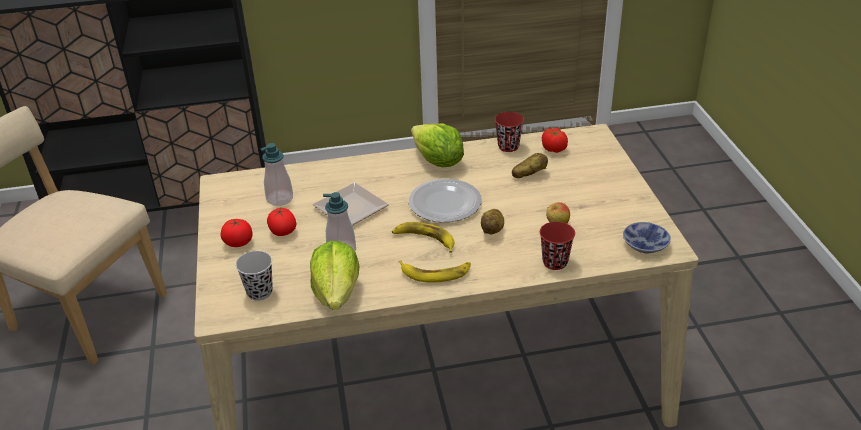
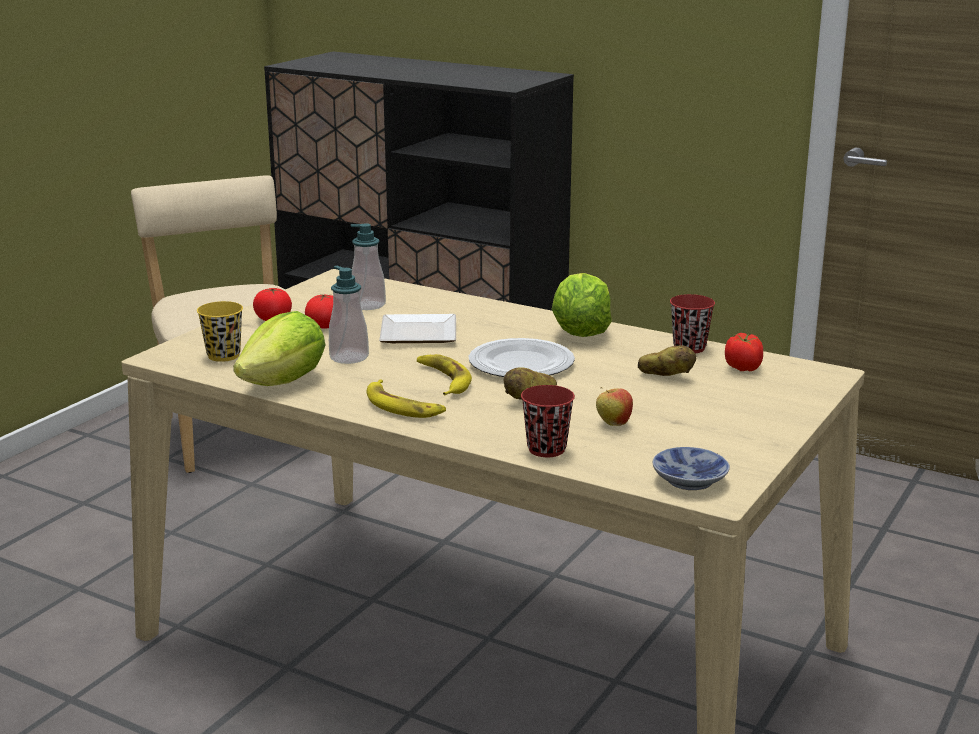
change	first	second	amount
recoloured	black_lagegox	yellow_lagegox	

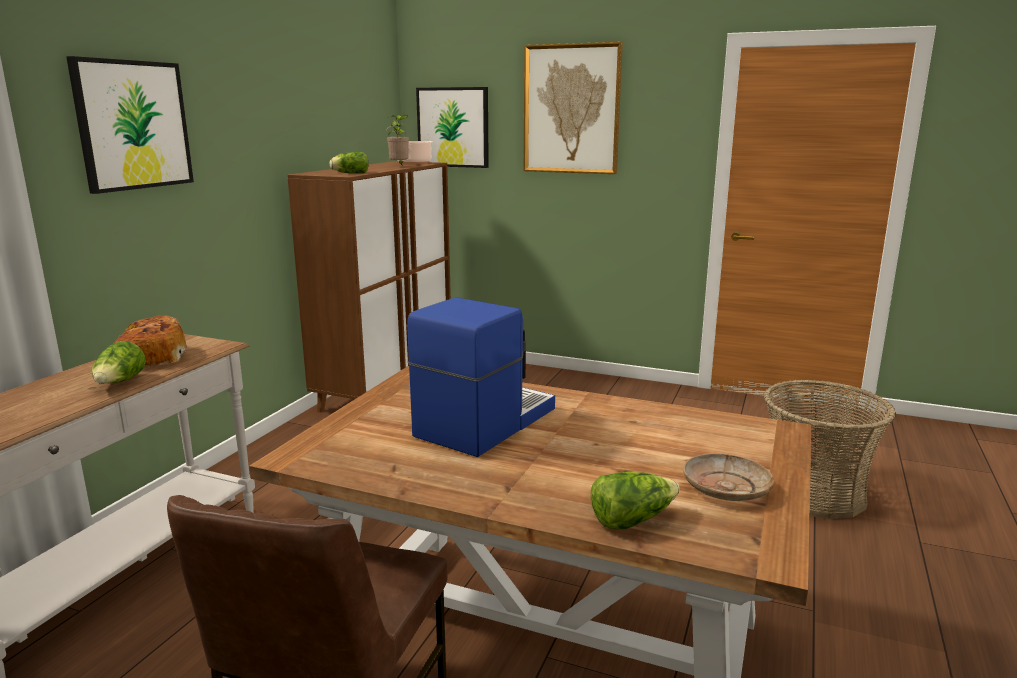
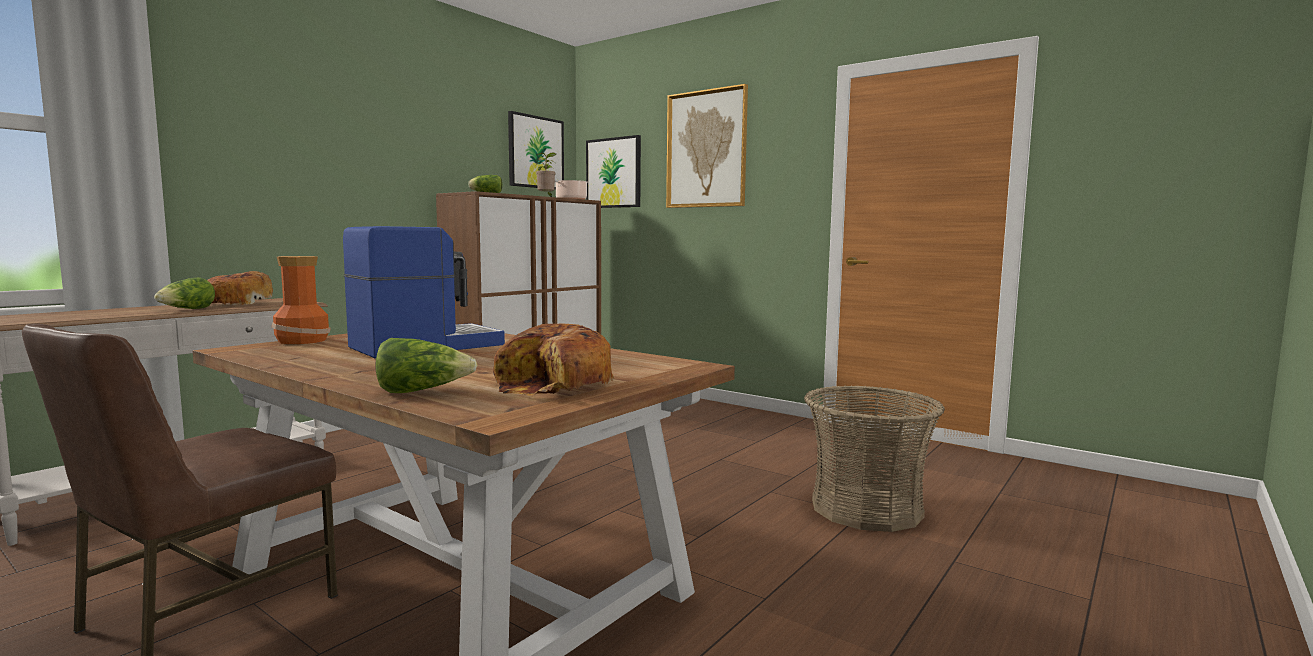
change	first	second	amount
added		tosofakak	
moved	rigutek (1st from left)		
replaced	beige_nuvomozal	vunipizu (2nd from left)	

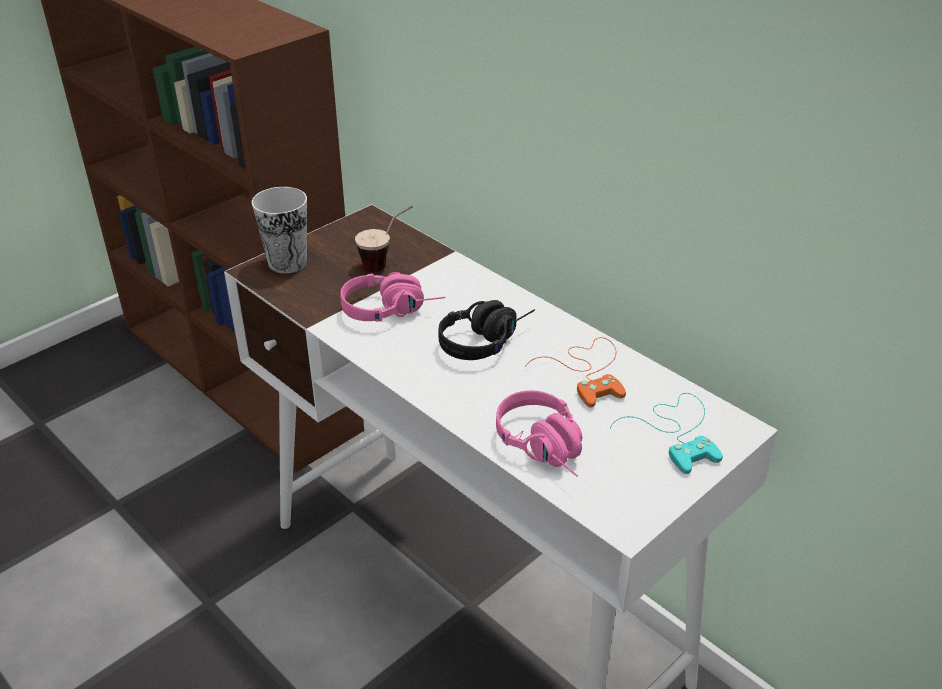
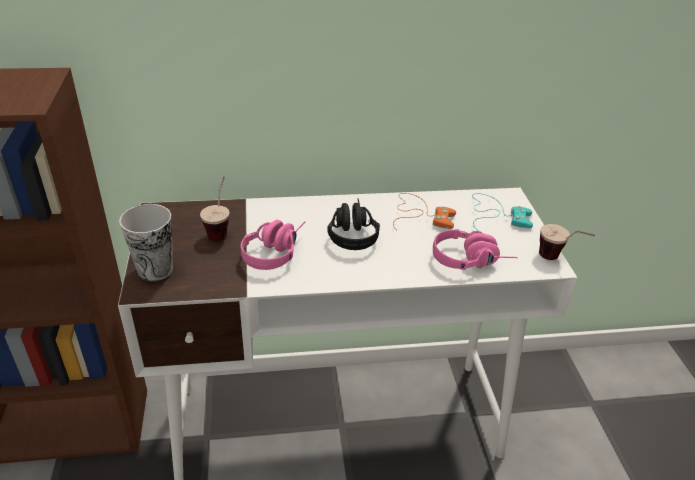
change	first	second	amount
added		lagegox (3rd from left)	

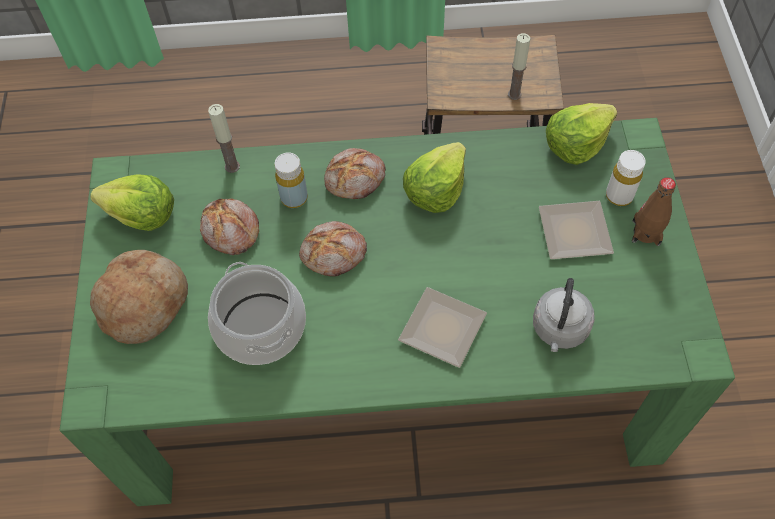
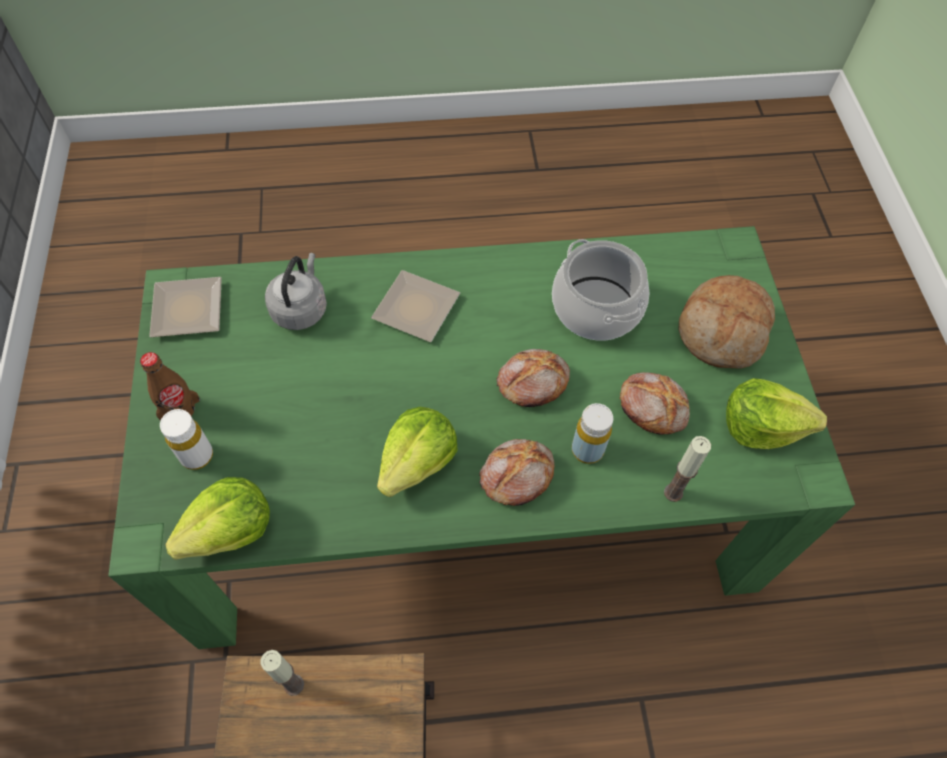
change	first	second	amount
moved	nuvomozal (2nd from left in the first image)	nuvomozal (1st from left)	

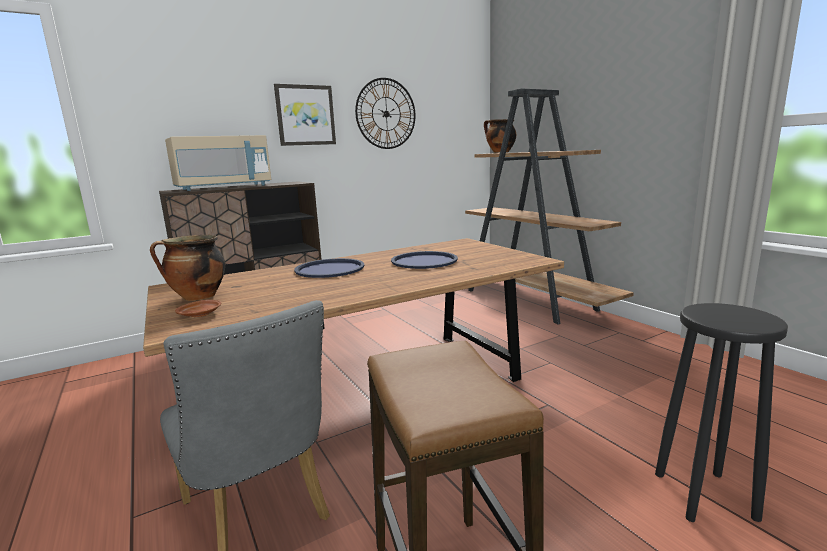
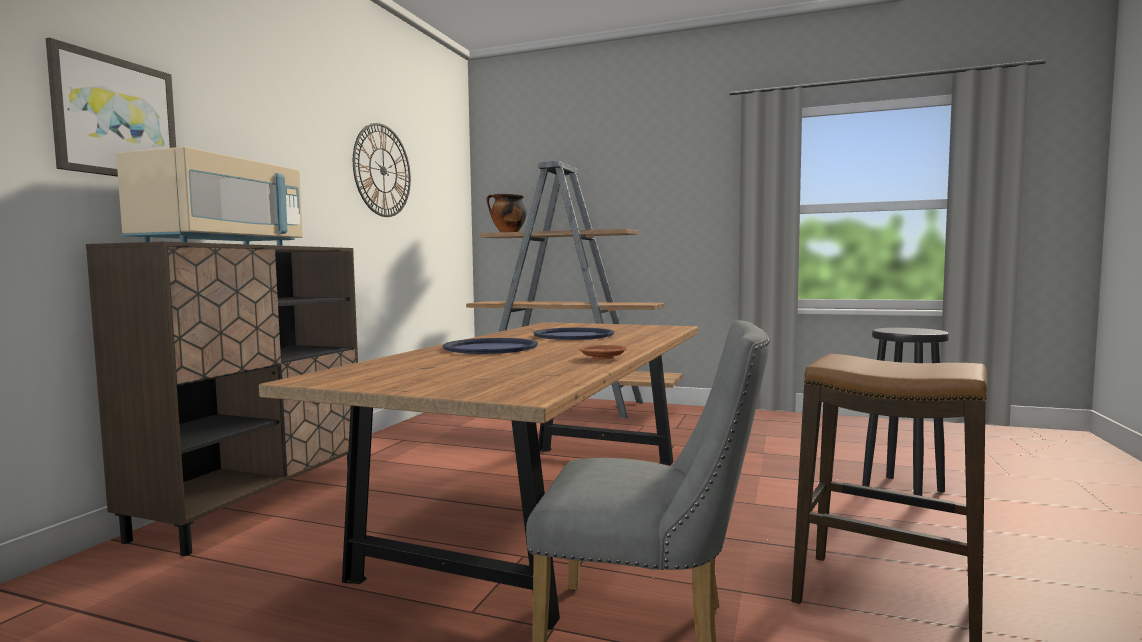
change	first	second	amount
removed	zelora (1st from left)		
moved	brown_nuvomozal		
moved	rigutek		

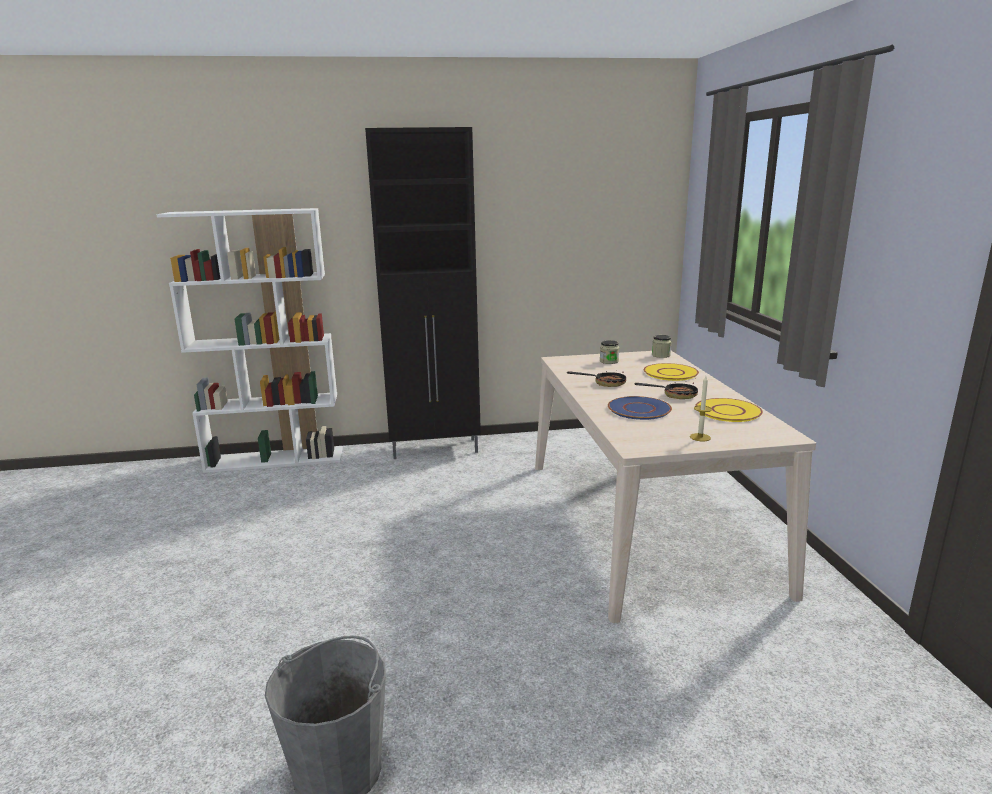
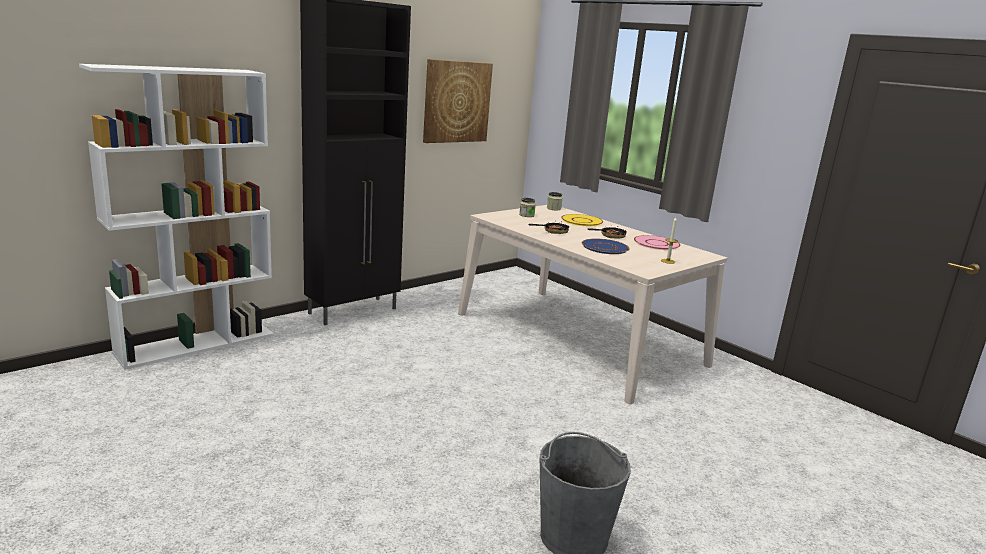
change	first	second	amount
added		rigutek	
recoloured	yellow_nuvomozal (2nd from left)	pink_nuvomozal	

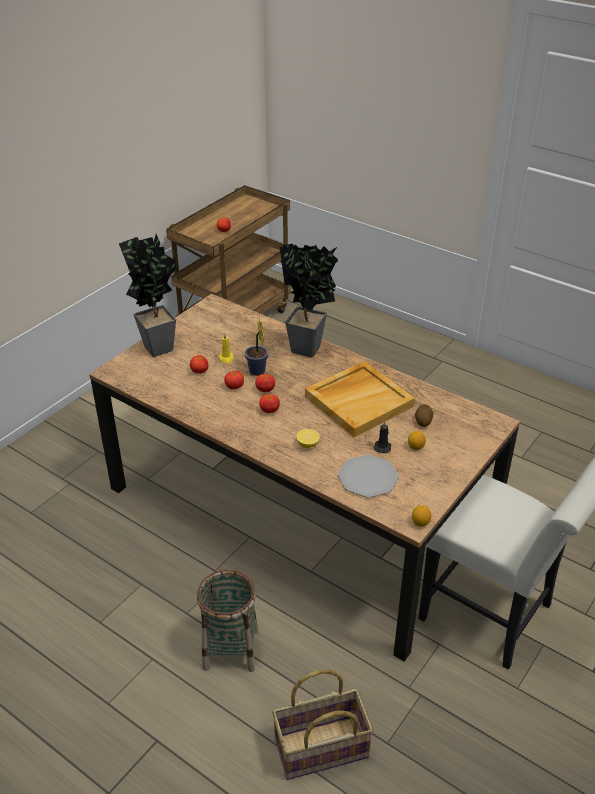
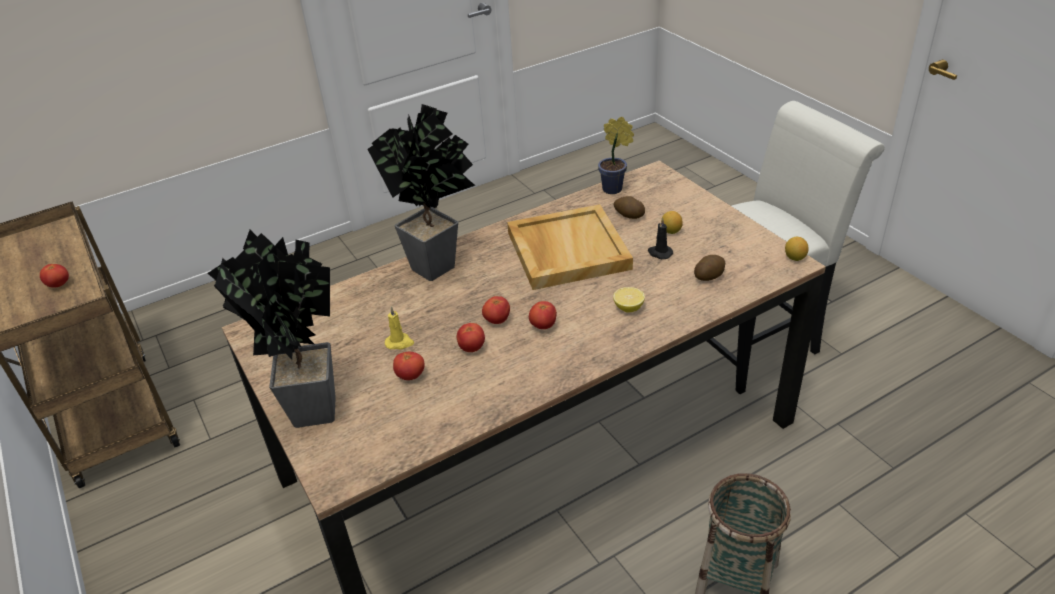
change	first	second	amount
removed	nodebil (2nd from left)		
moved	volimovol (2nd from left in the first image)	volimovol (3rd from left)	
replaced	nuvomozal	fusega (2nd from left)	

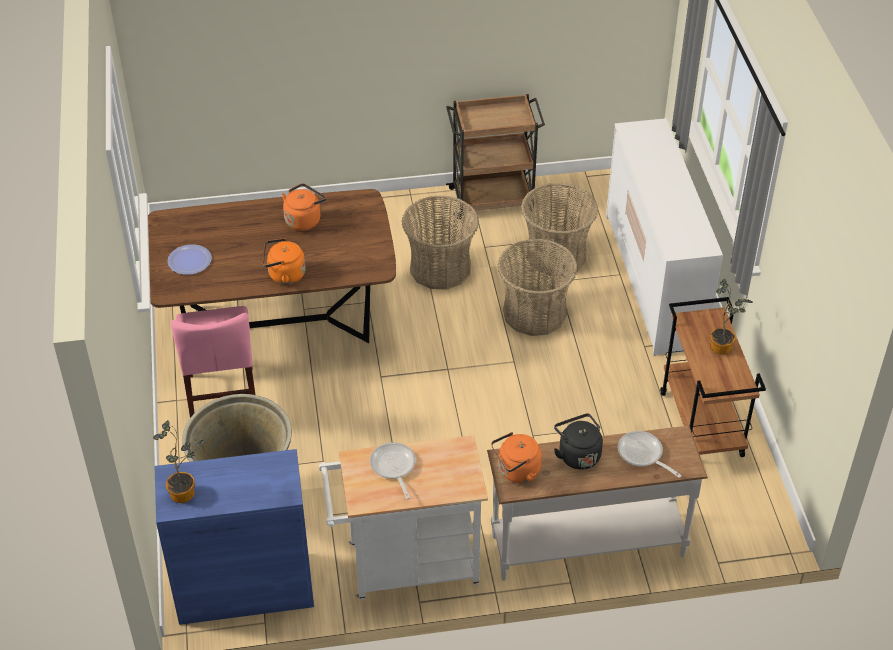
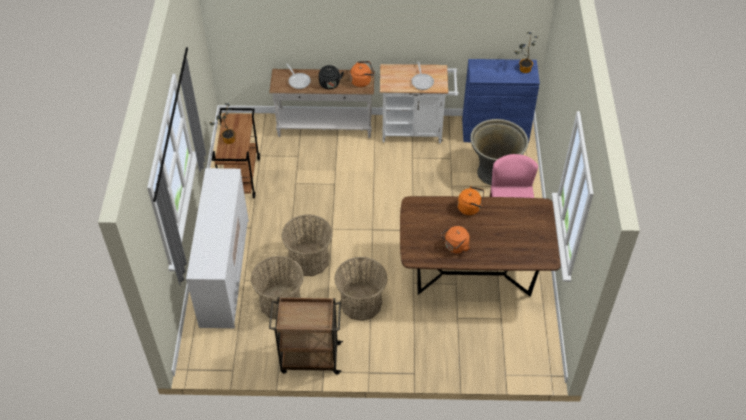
change	first	second	amount
removed	nuvomozal		

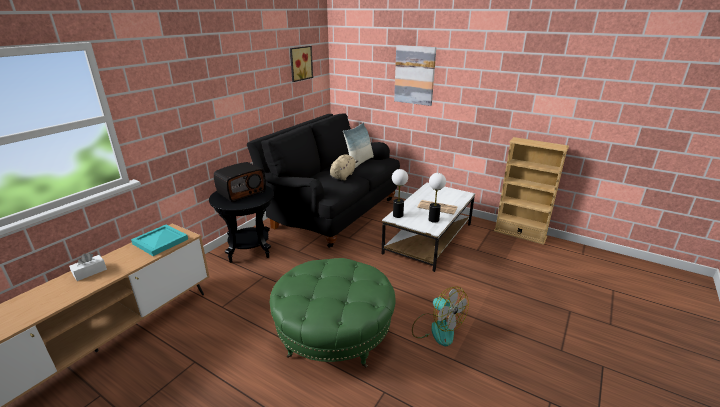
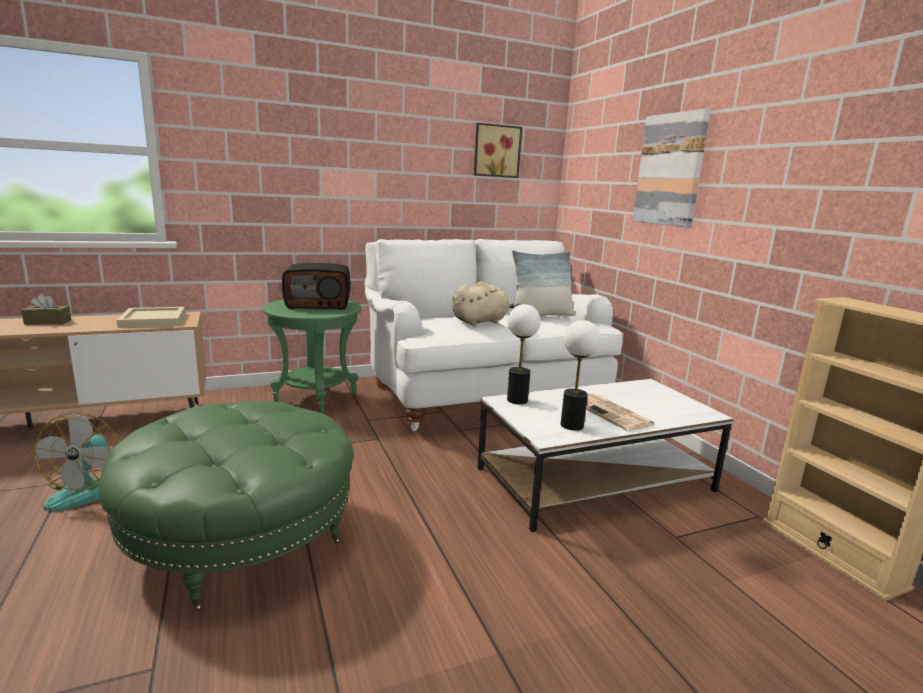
change	first	second	amount
moved	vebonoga		
recoloured	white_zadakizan	brown_zadakizan	
recoloured	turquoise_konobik	beige_konobik	
recoloured	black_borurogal	green_borurogal	
recoloured	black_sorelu	white_sorelu	

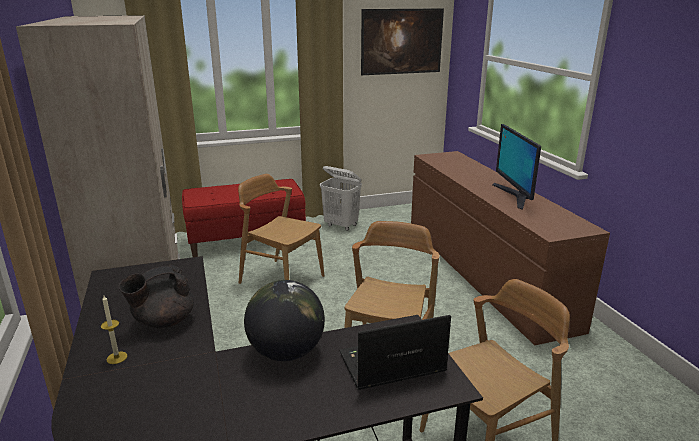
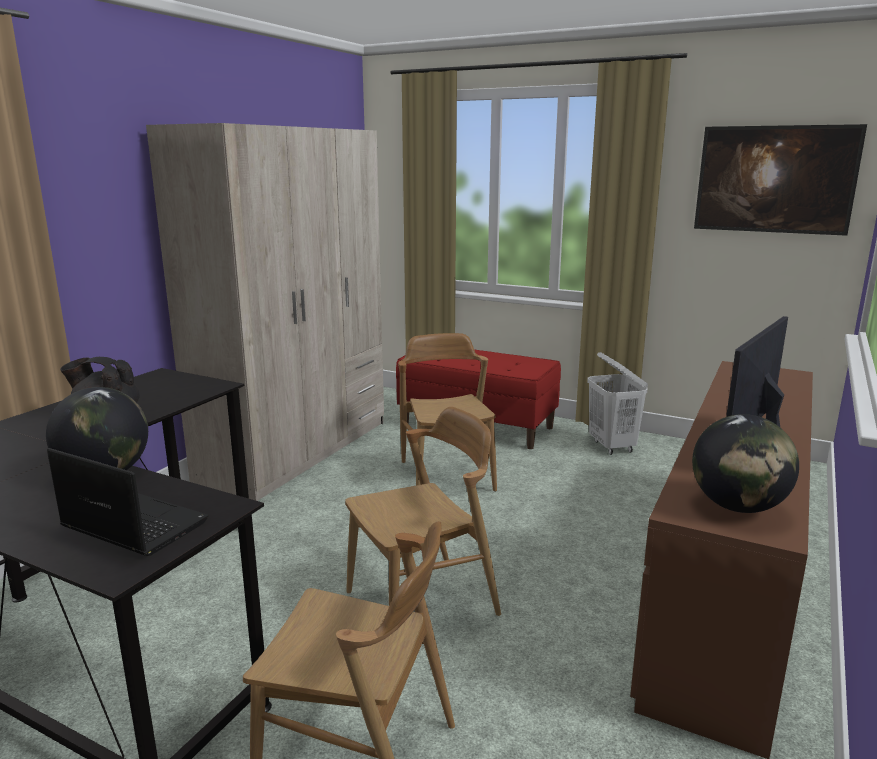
change	first	second	amount
removed	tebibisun		
added		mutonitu (2nd from left)	

